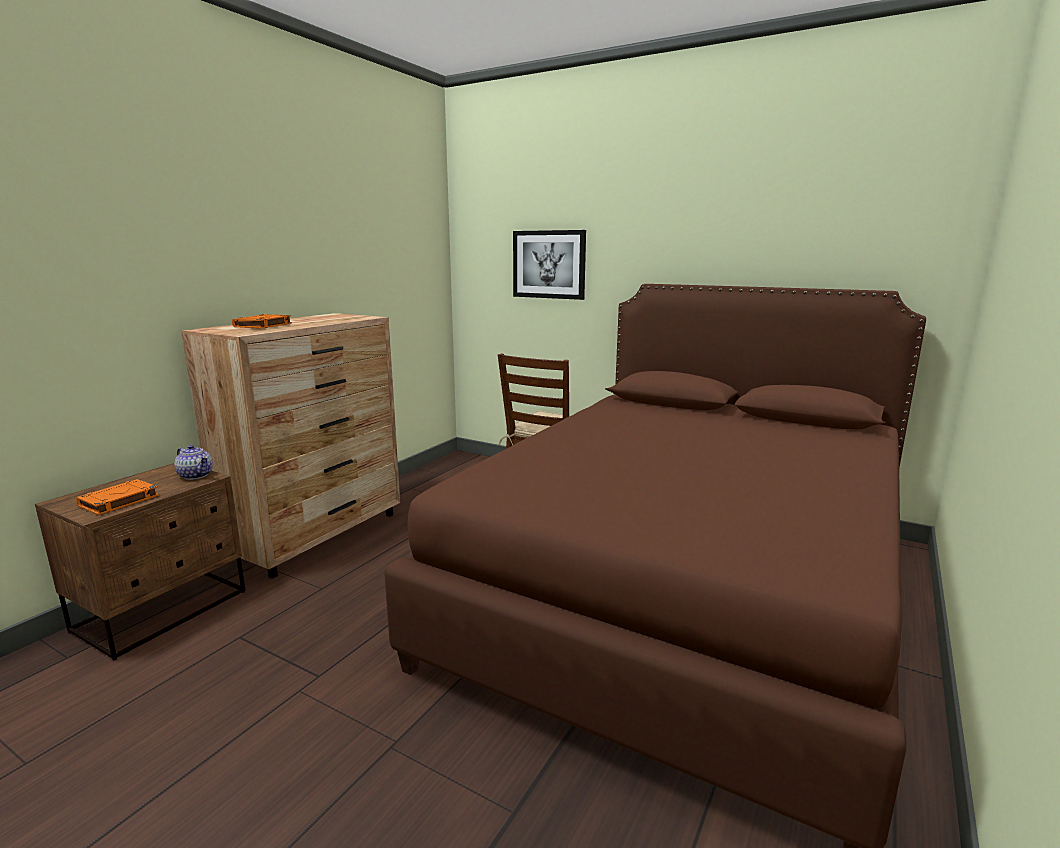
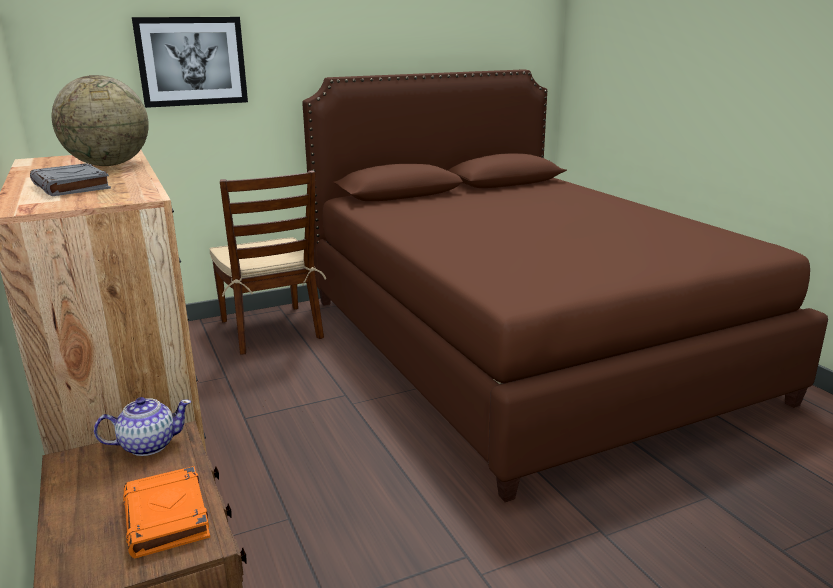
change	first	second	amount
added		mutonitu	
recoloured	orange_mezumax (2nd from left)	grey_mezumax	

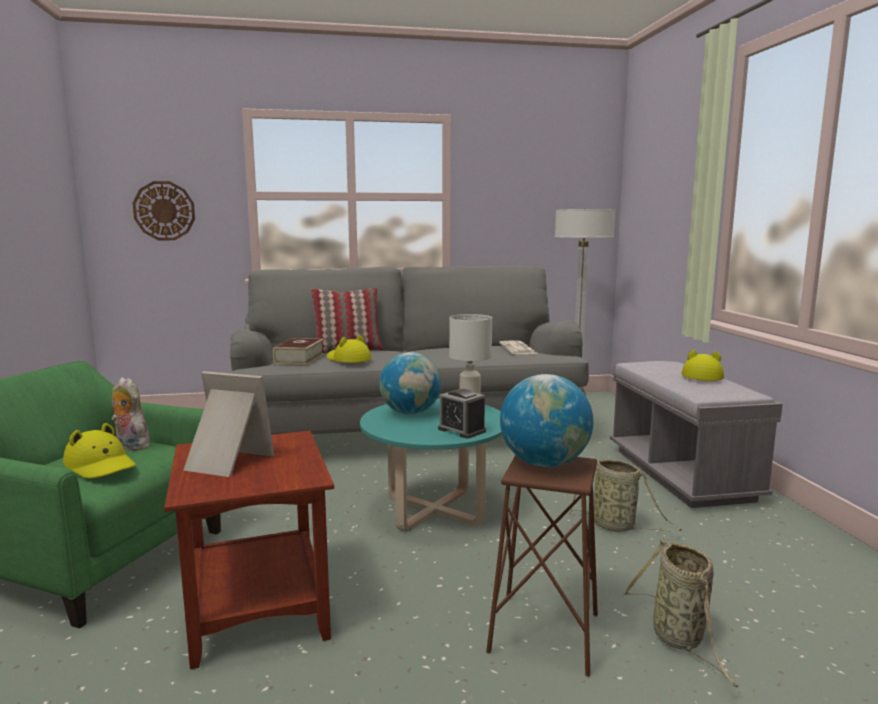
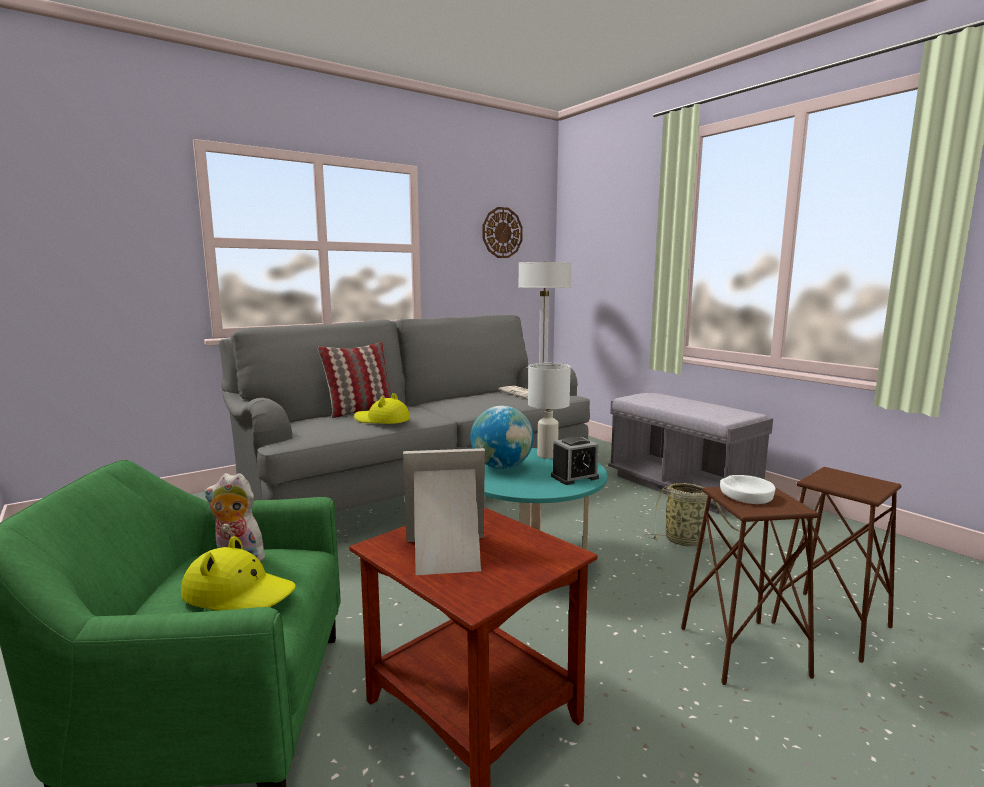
change	first	second	amount
removed	mezumax		
removed	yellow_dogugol (3rd from left)		
moved	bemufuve		
replaced	mutonitu (2nd from left)	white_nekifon	
replaced	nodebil (2nd from left)	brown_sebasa (2nd from left)	
turned	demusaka		45 degrees counterclockwise

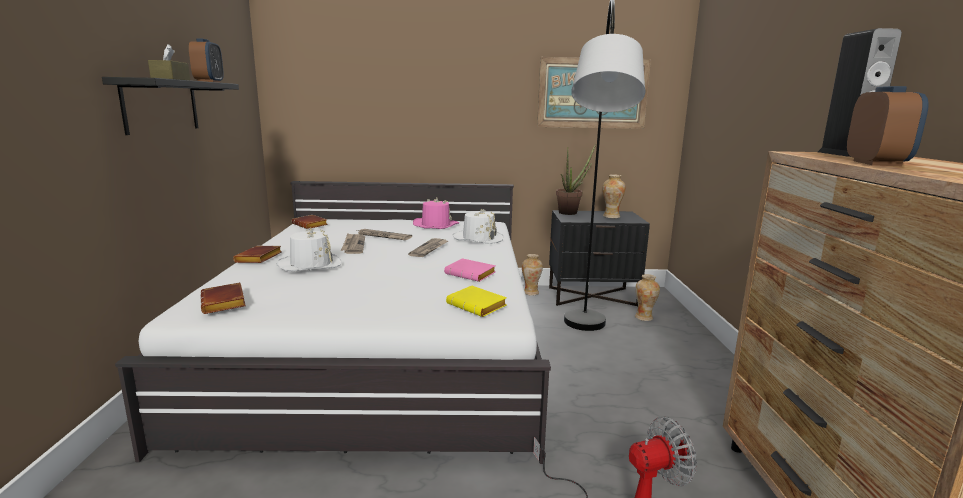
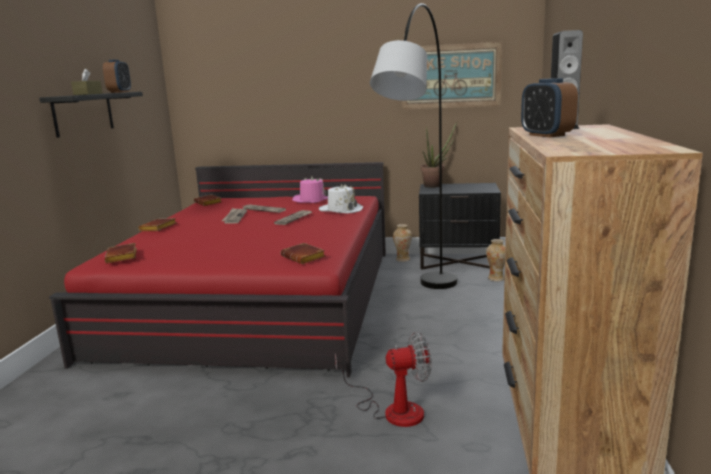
change	first	second	amount
removed	white_dogugol (1st from left)		
removed	pink_mezumax		
removed	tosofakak (2nd from left)		
recoloured	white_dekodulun	red_dekodulun	
recoloured	yellow_mezumax	brown_mezumax (4th from left)	
turned	demusaka (2nd from left)		135 degrees clockwise

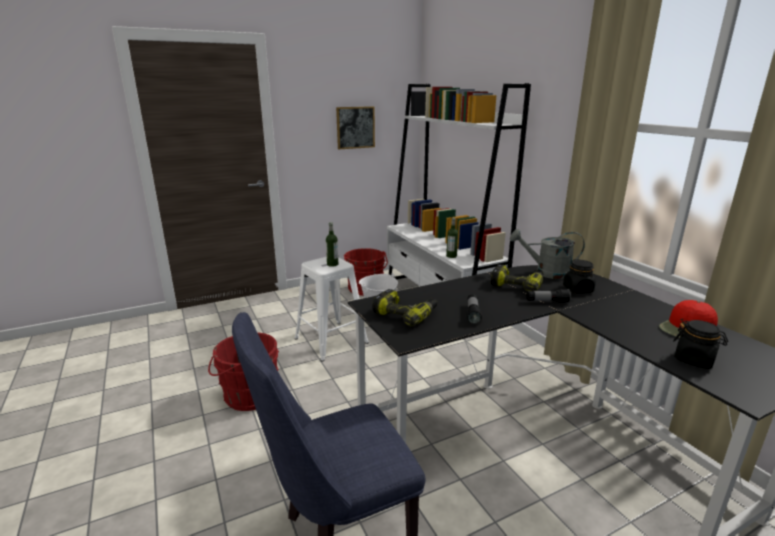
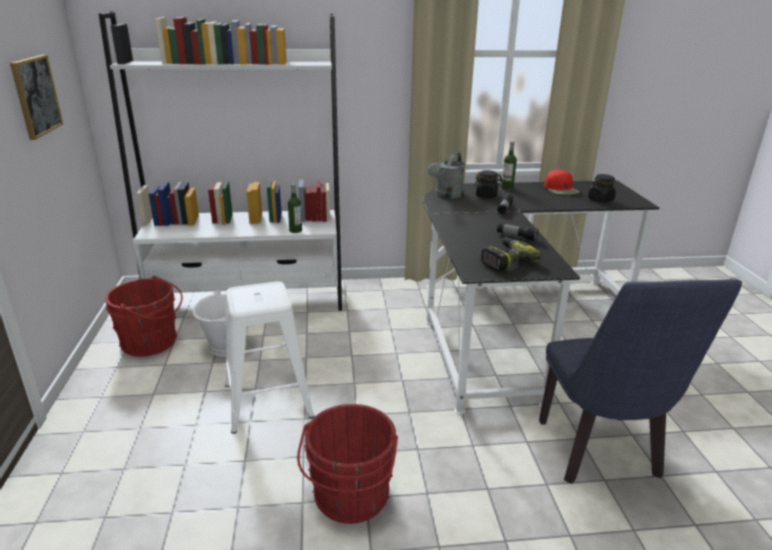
change	first	second	amount
removed	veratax (2nd from left)		
moved	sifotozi (1st from left in the first image)	sifotozi (2nd from left)	

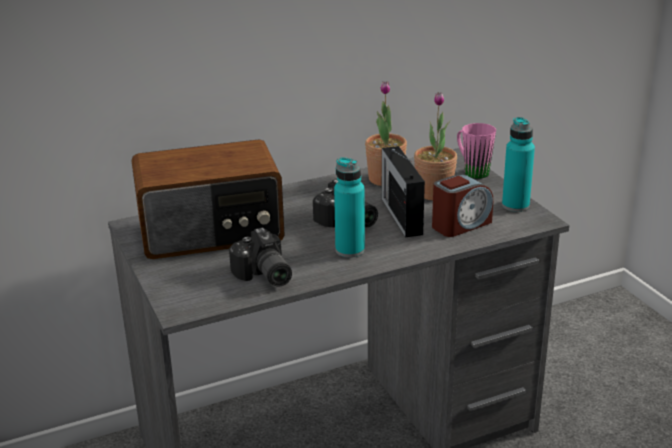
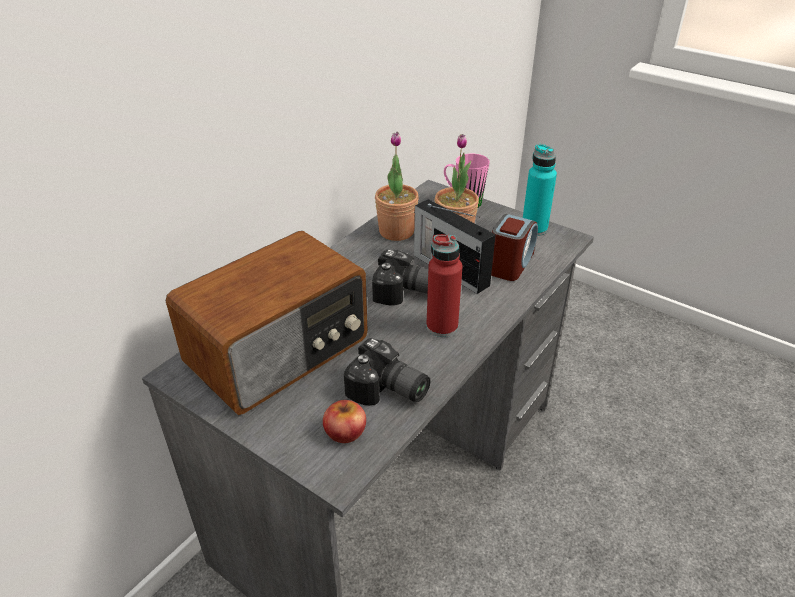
change	first	second	amount
added		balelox	
recoloured	turquoise_sifotozi (1st from left)	red_sifotozi	

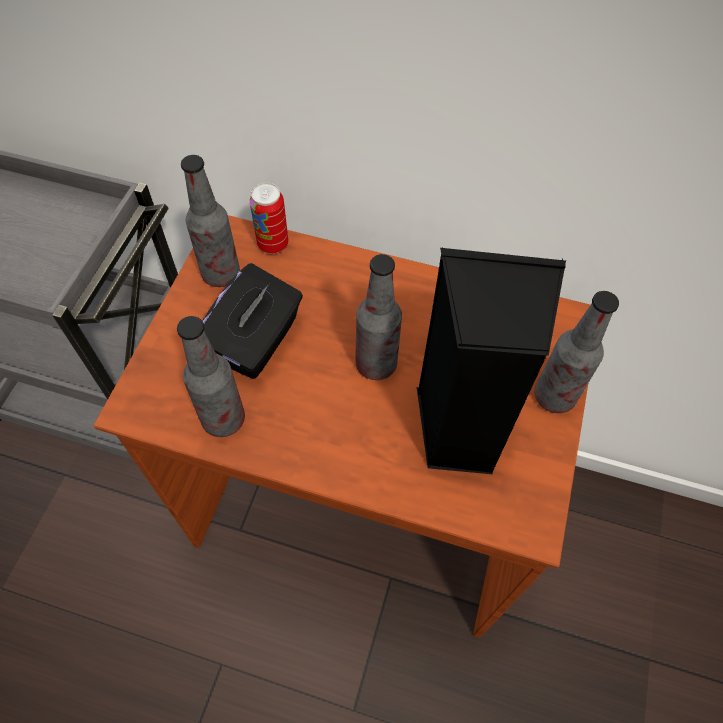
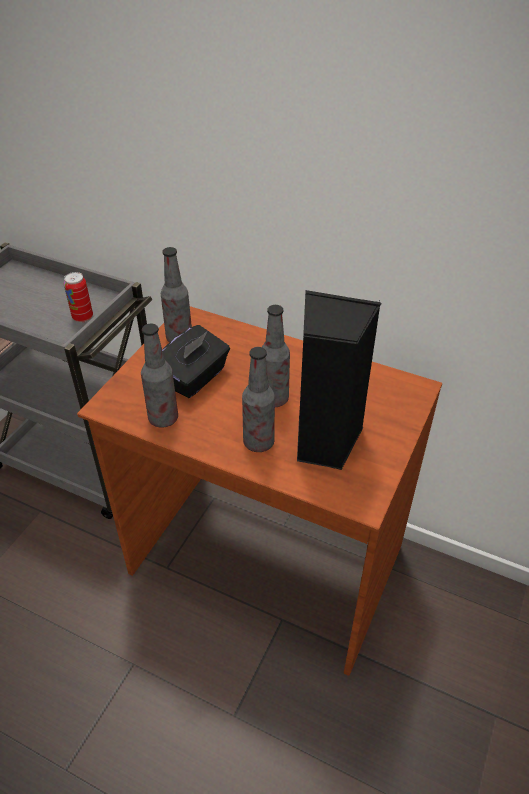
change	first	second	amount
moved	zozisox		
moved	sifotozi (4th from left in the first image)	sifotozi (3rd from left)	

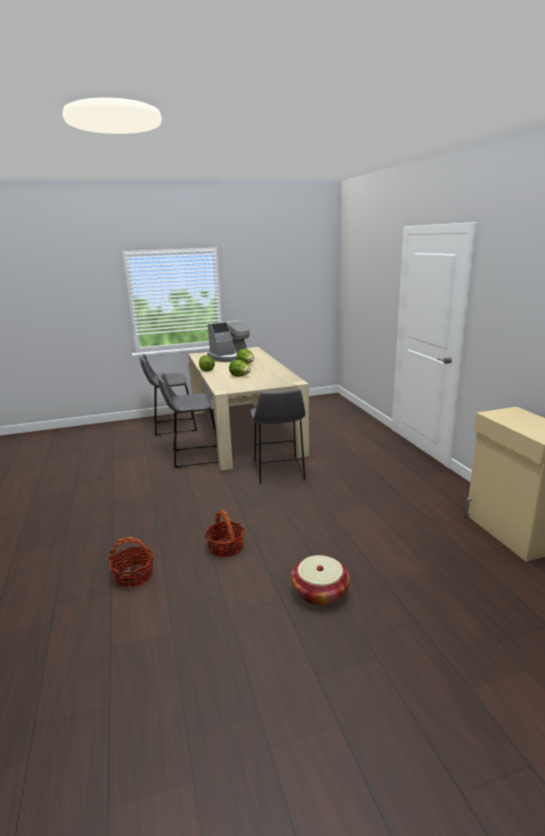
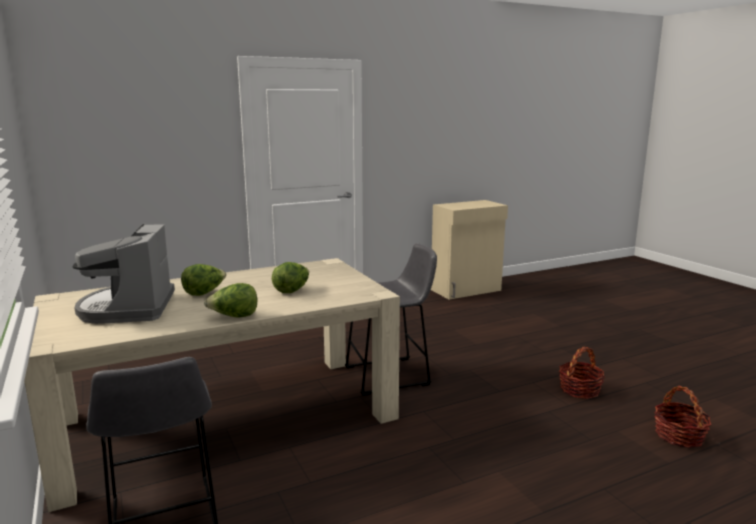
change	first	second	amount
removed	grey_sebasa (2nd from left)		
removed	nodebil (3rd from left)		
turned	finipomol		150 degrees counterclockwise

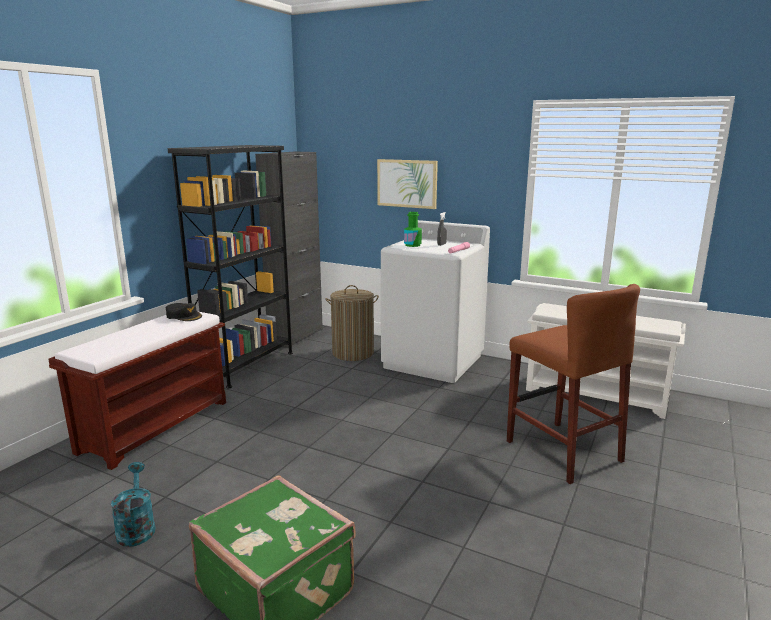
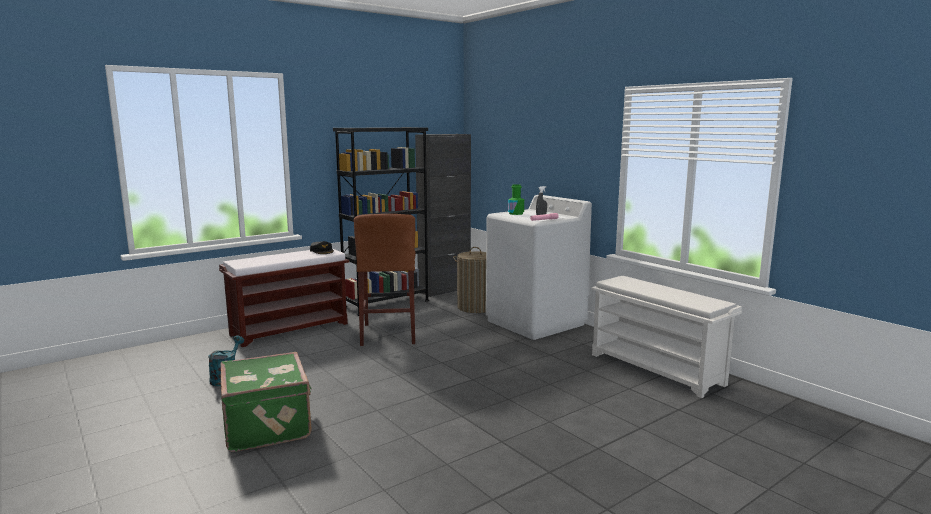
change	first	second	amount
removed	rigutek		
moved	brown_sebasa		

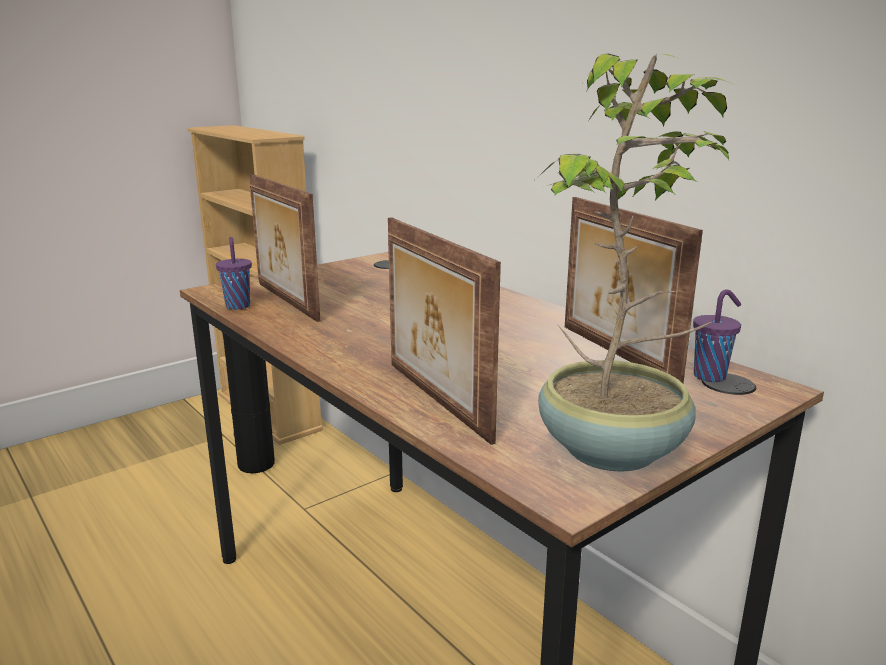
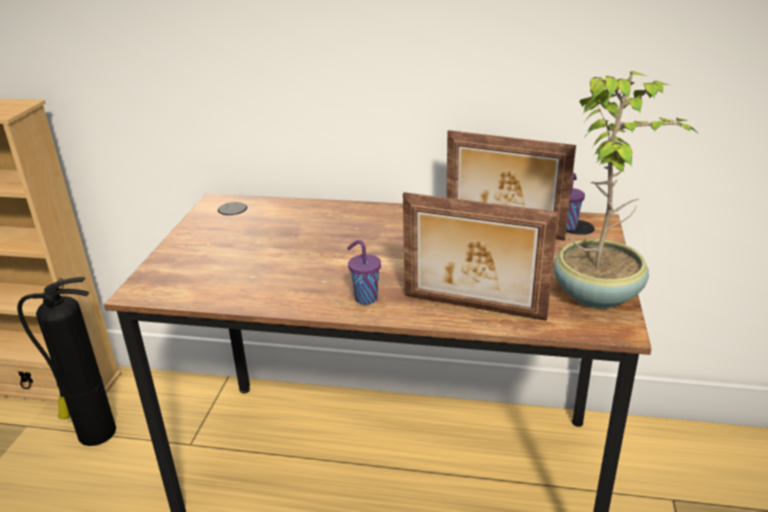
change	first	second	amount
removed	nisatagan (1st from left)		
moved	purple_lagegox (1st from left)		

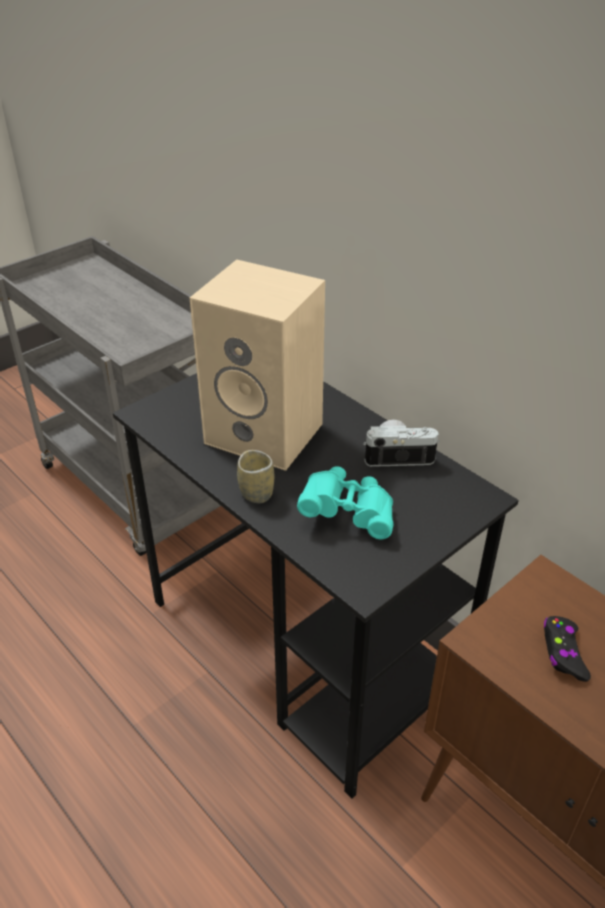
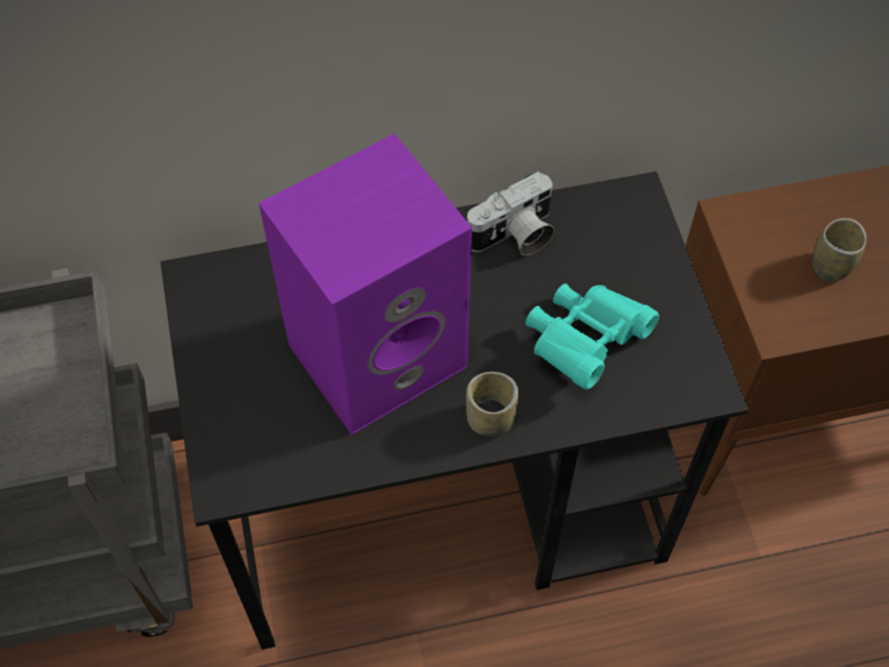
change	first	second	amount
replaced	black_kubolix	lagegox (2nd from left)	
recoloured	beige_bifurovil	purple_bifurovil	
turned	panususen		150 degrees counterclockwise

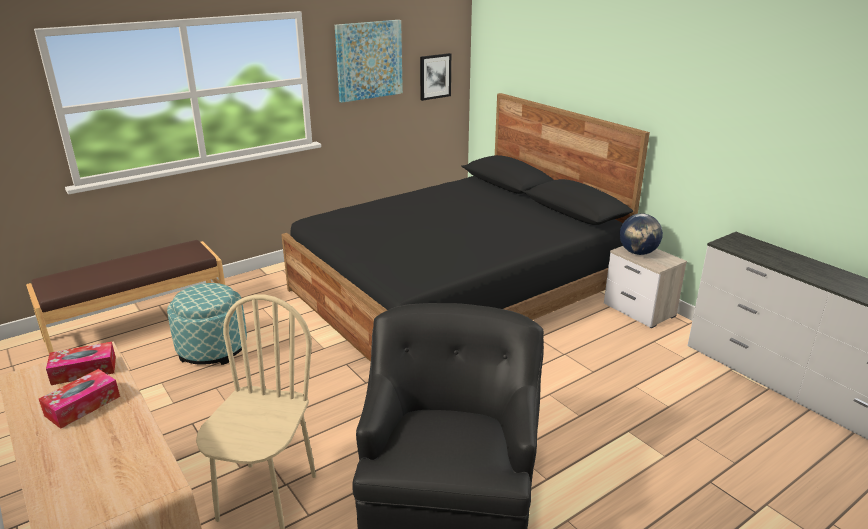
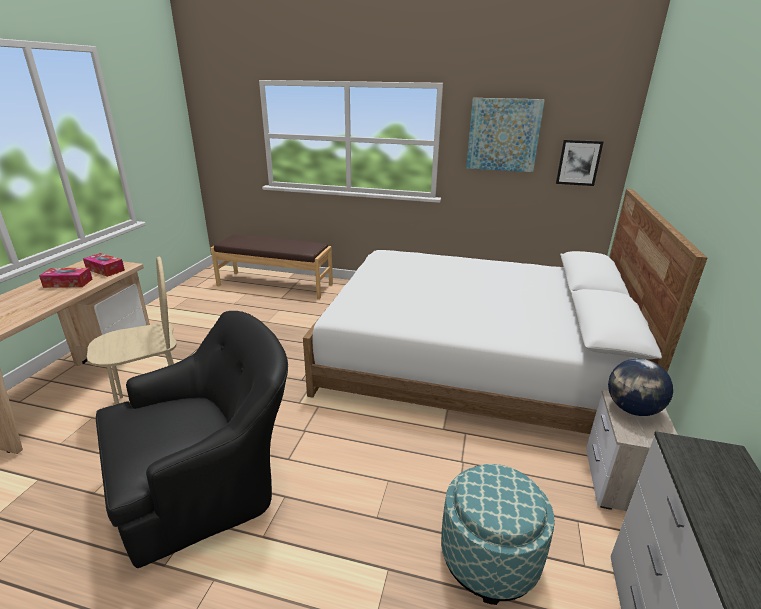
change	first	second	amount
moved	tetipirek		
recoloured	black_dekodulun	white_dekodulun	

